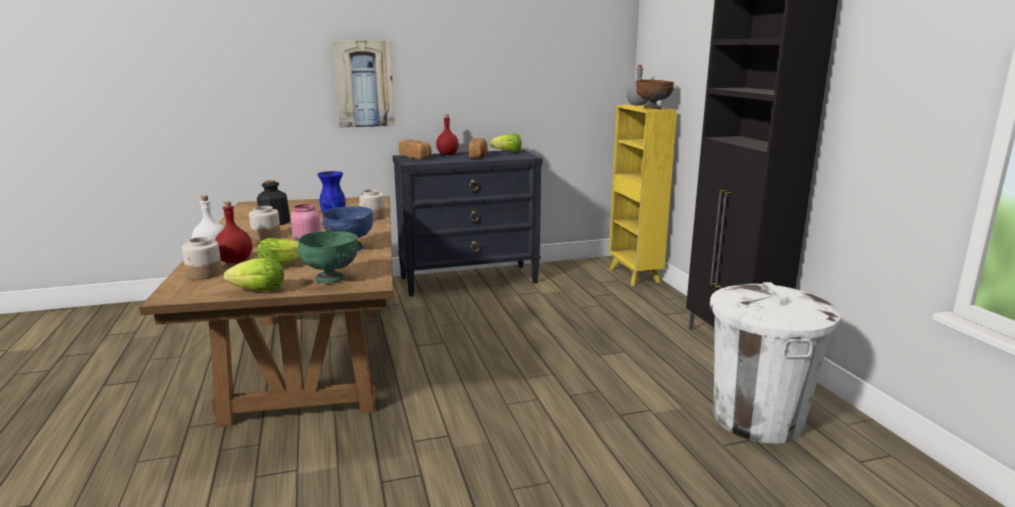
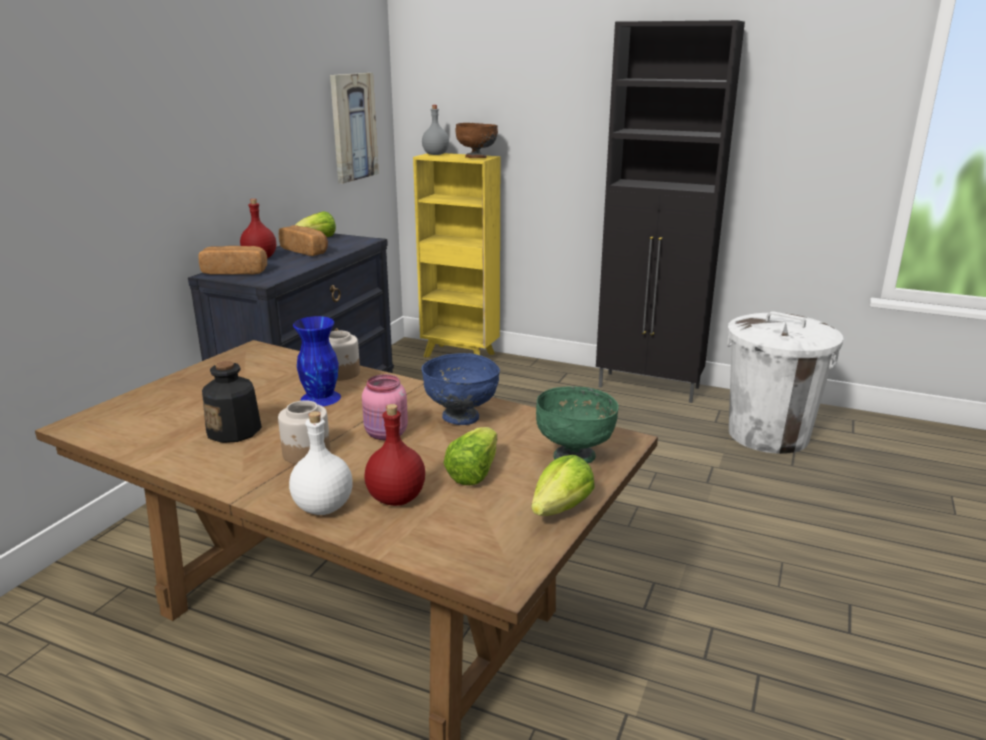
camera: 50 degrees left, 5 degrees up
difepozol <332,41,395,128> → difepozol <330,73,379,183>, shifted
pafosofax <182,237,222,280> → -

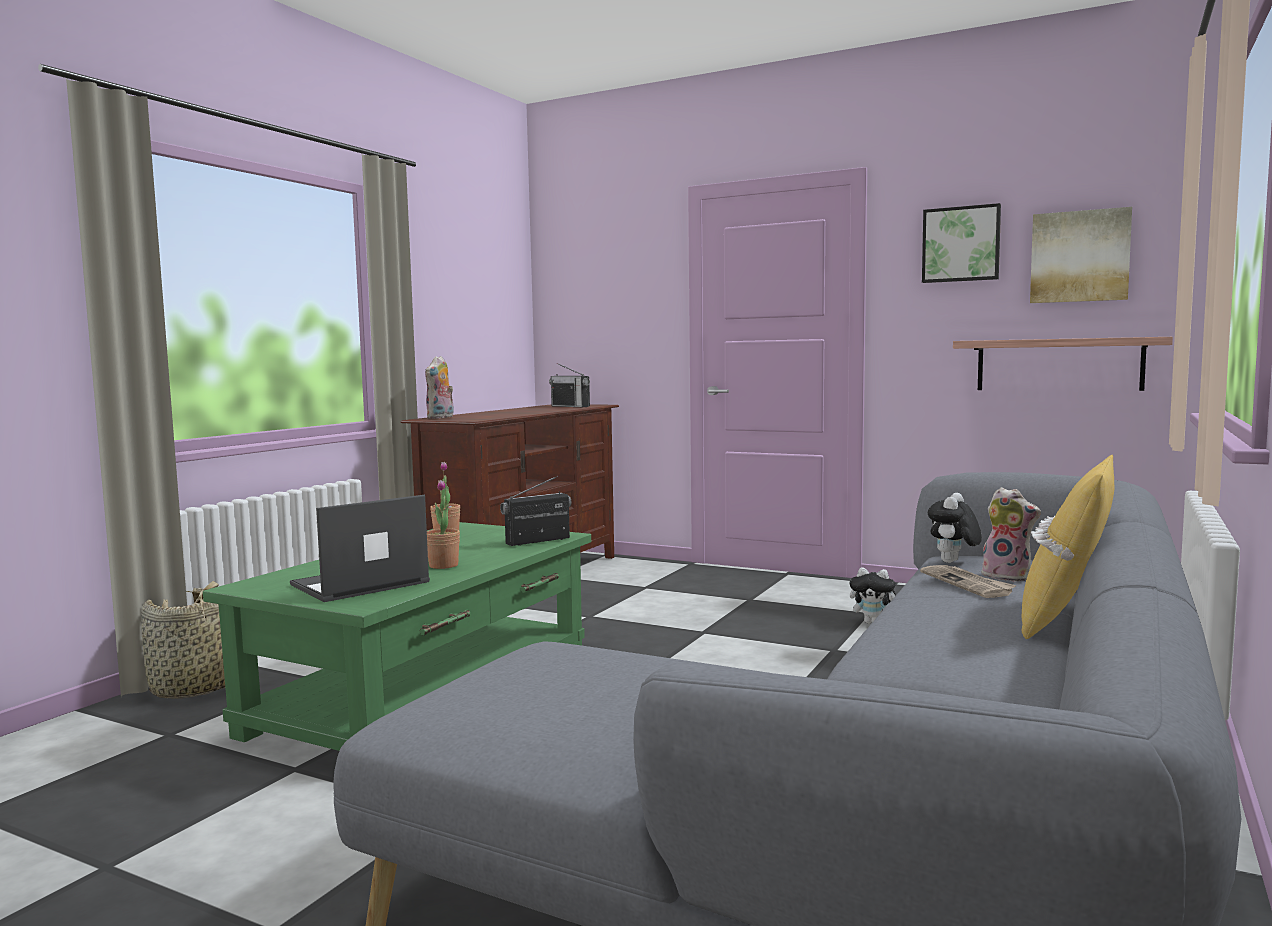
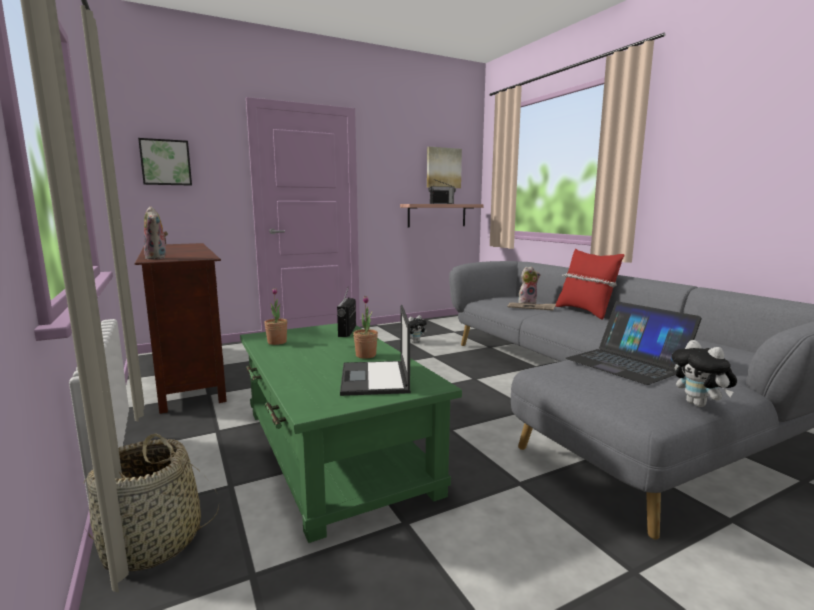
camera: 55 degrees left, 5 degrees up
difepozol <922,203,1001,283> → difepozol <138,138,192,186>, shifted
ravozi <549,363,590,407> → ravozi <428,179,456,204>, shifted
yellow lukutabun <1021,455,1114,639> → red lukutabun <555,249,625,320>
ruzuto <928,493,982,563> → ruzuto <672,340,737,407>, shifted
- → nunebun <565,301,702,385>

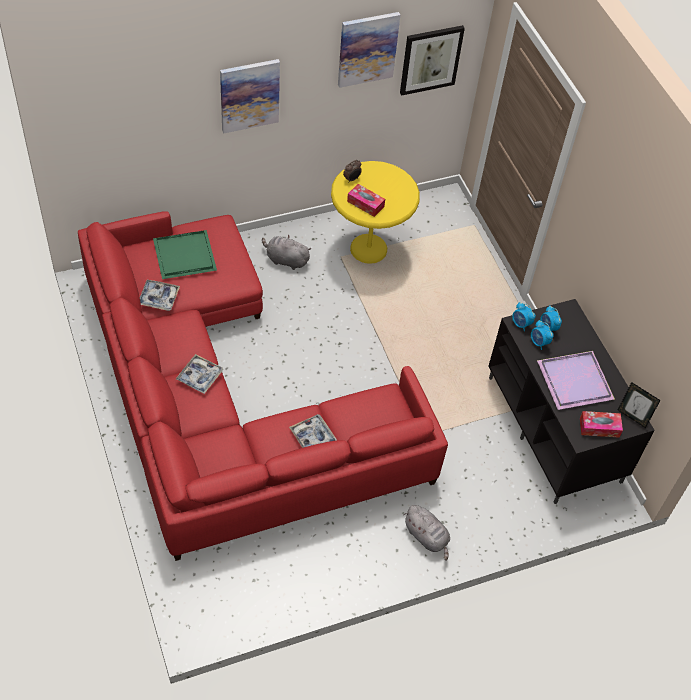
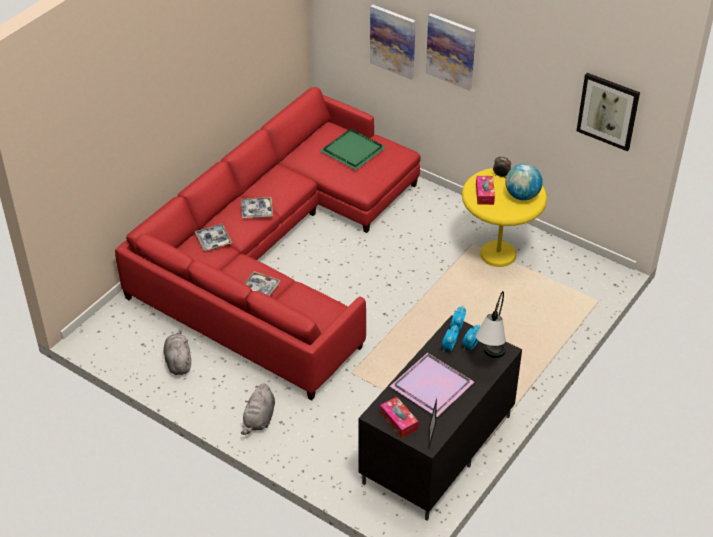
camera: 60 degrees right, 10 degrees down
difepozol <338,12,400,88> → difepozol <370,5,416,80>, shifted
grey ruzuto <262,235,311,270> → grey ruzuto <164,331,191,375>, shifted
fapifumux <140,280,180,311> → fapifumux <194,224,232,251>, shifted
- → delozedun <506,164,543,200>
- → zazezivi <475,291,506,358>

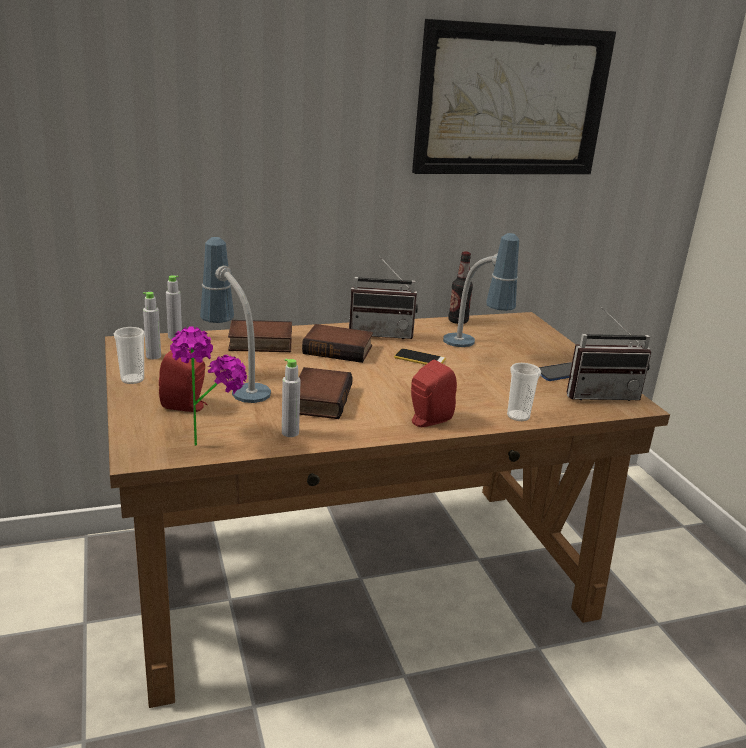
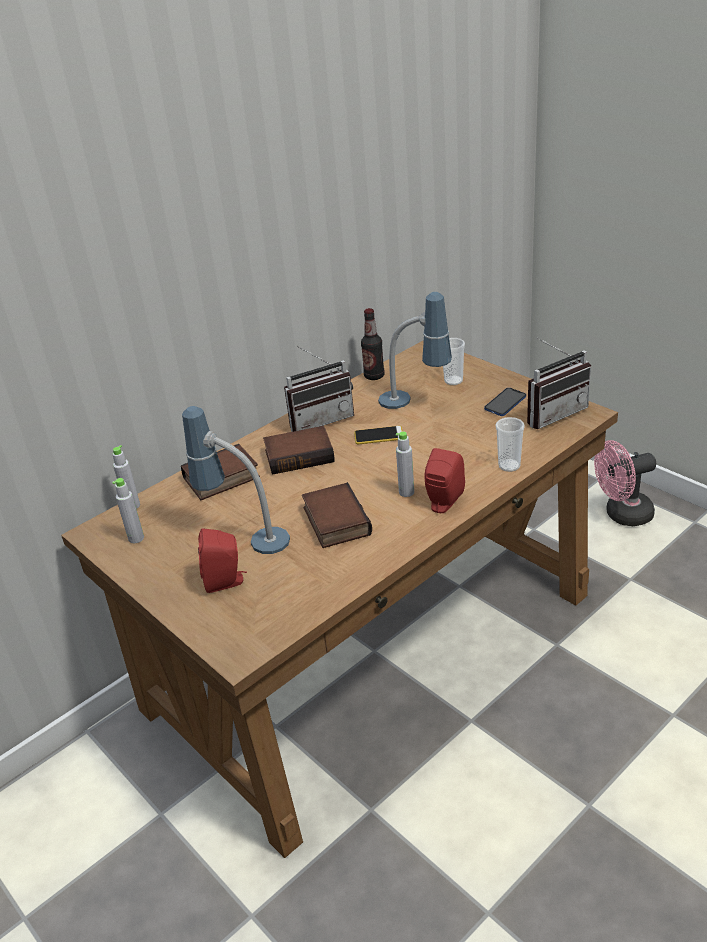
camera: 20 degrees left, 10 degrees up
difepozol <412,19,616,174> → -
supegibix <114,327,145,384> → supegibix <443,338,465,385>, shifted
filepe <170,327,247,446> → -
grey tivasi <282,359,301,437> → grey tivasi <396,432,414,497>, shifted
- → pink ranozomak <594,440,656,526>

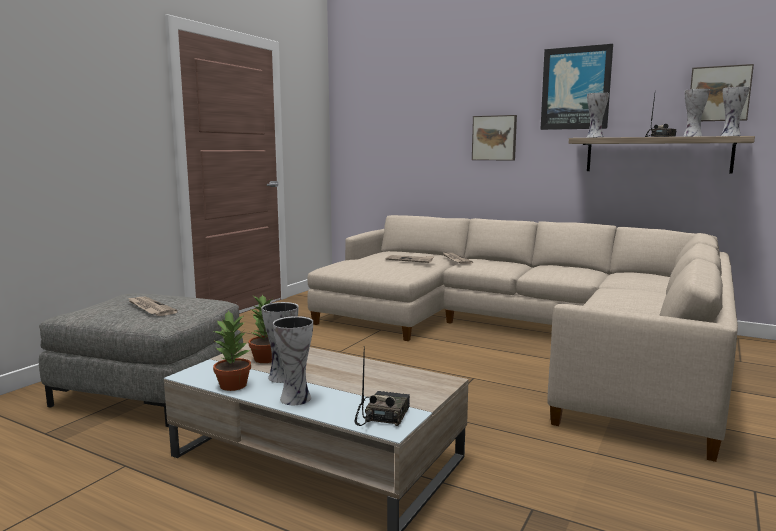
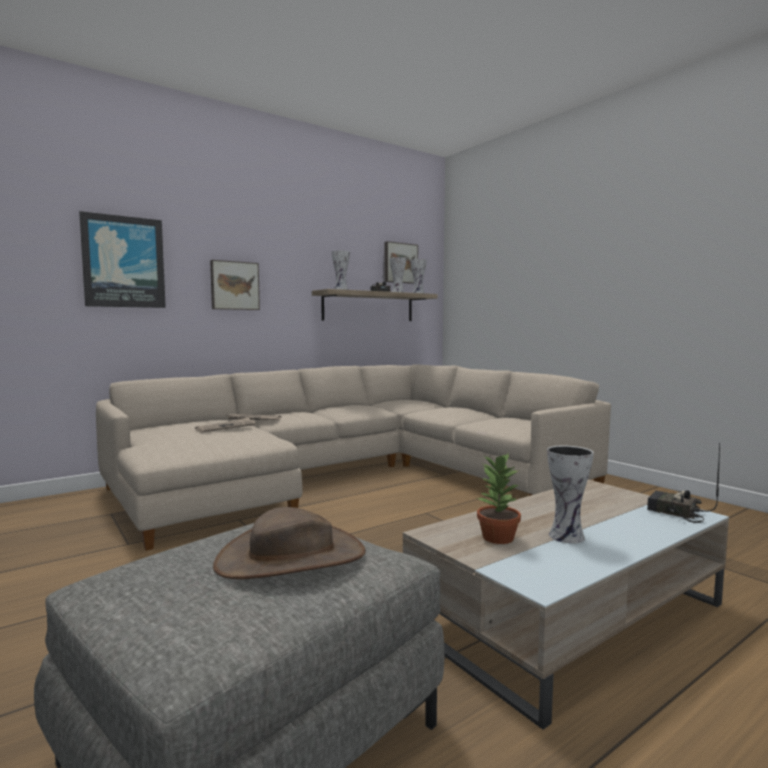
camera: 65 degrees left, 5 degrees down
difepozol <540,44,613,130> → difepozol <79,211,166,308>, shifted
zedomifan <128,297,177,316> → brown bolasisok <213,507,366,579>
filepe <213,310,251,391> → -
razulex <273,316,313,405> → -

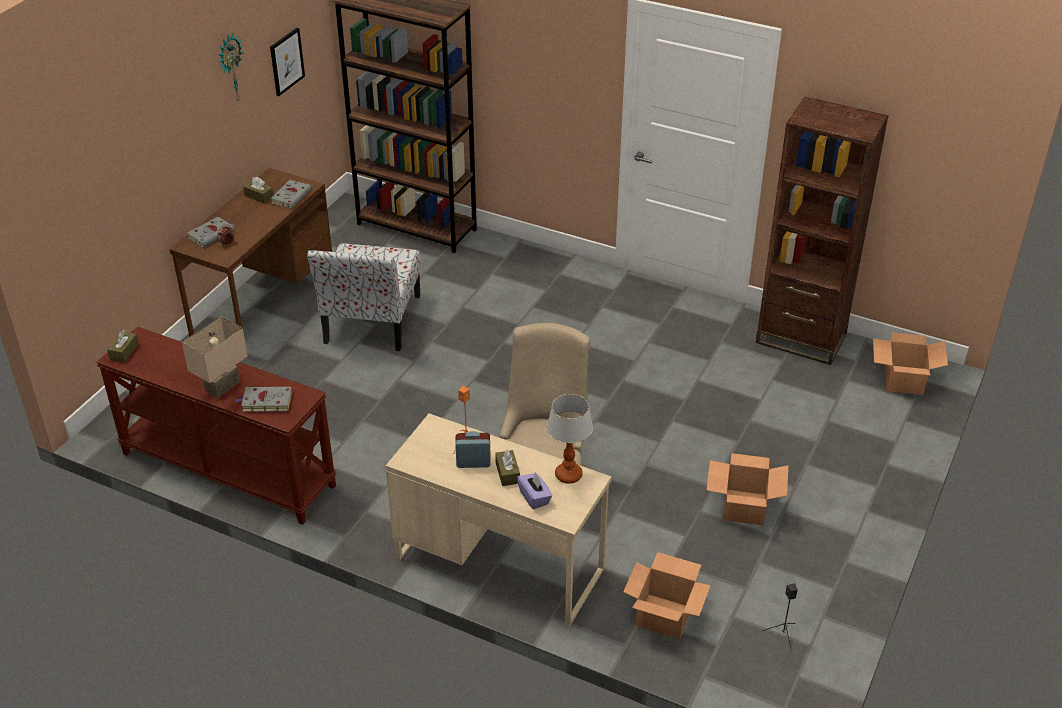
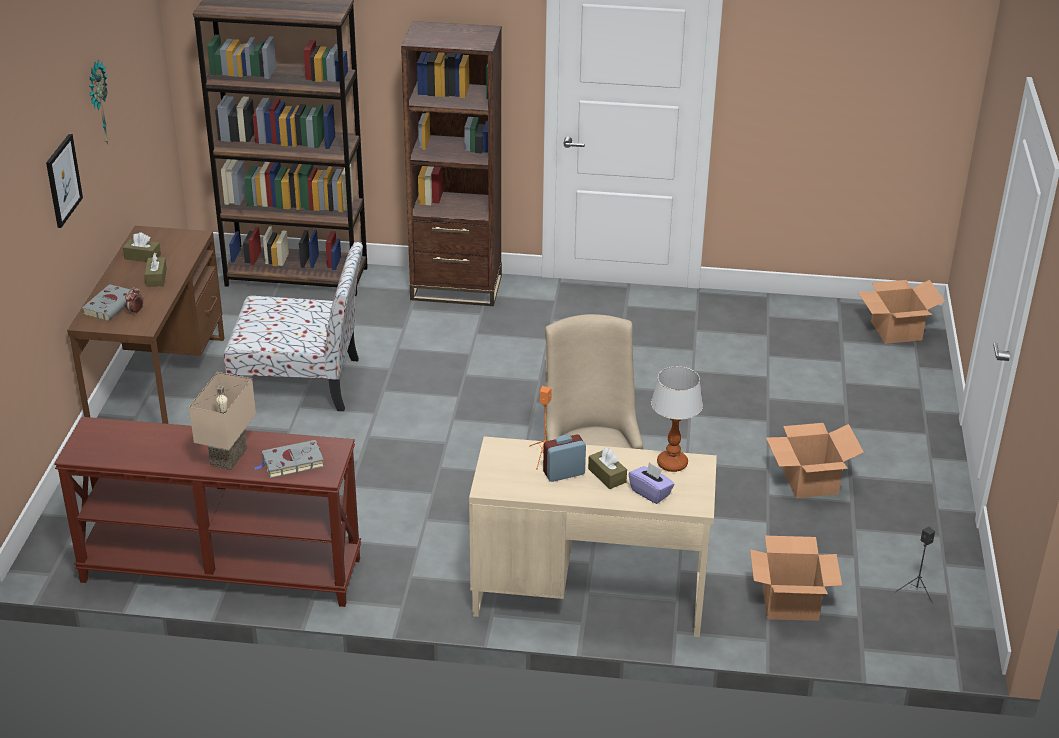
camera: 20 degrees left, 5 degrees down
difepozol <270,27,305,96> → difepozol <46,134,83,228>, shifted
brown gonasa <756,97,888,365> → brown gonasa <401,21,502,306>, shifted
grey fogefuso <271,180,312,209> → -
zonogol <307,243,421,351> → zonogol <224,242,363,411>, 75 degrees counterclockwise
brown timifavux <107,330,139,363> → brown timifavux <144,253,167,287>, shifted

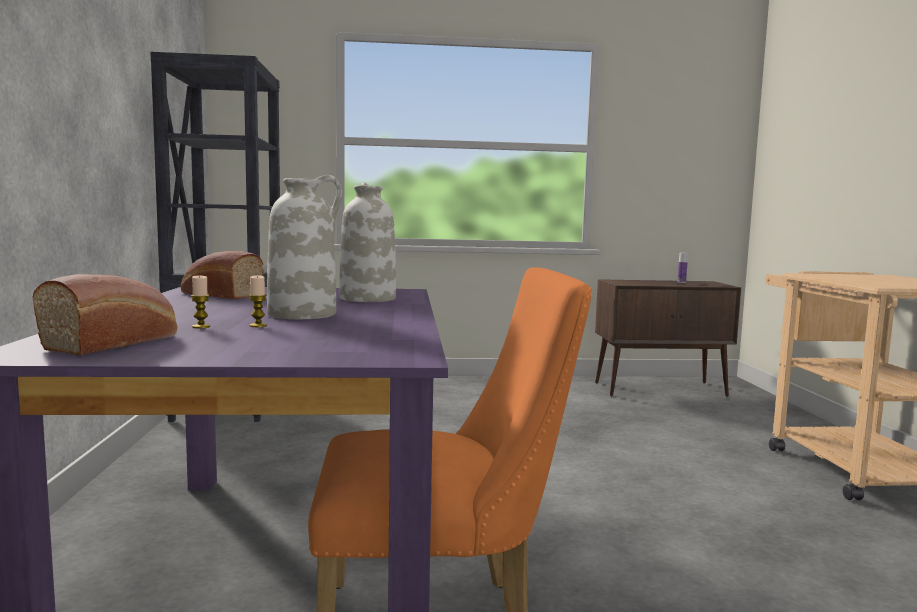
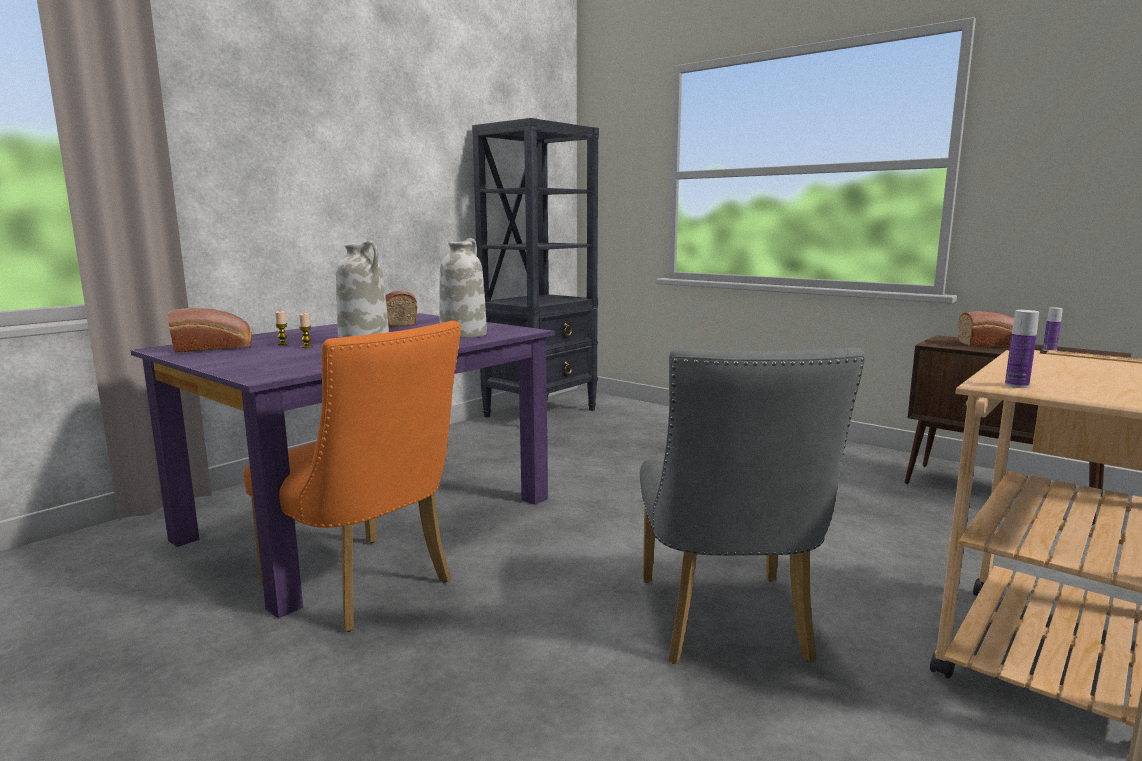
camera: 45 degrees right, 5 degrees up
- → tivasi <1005,310,1039,388>
- → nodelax <958,311,1014,347>
- → grey zonogol <640,348,865,664>

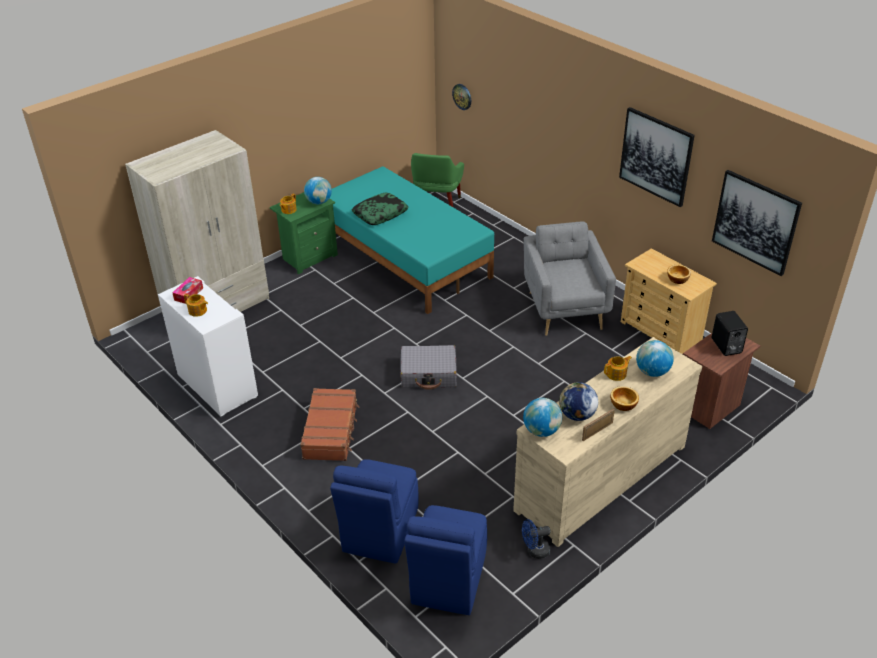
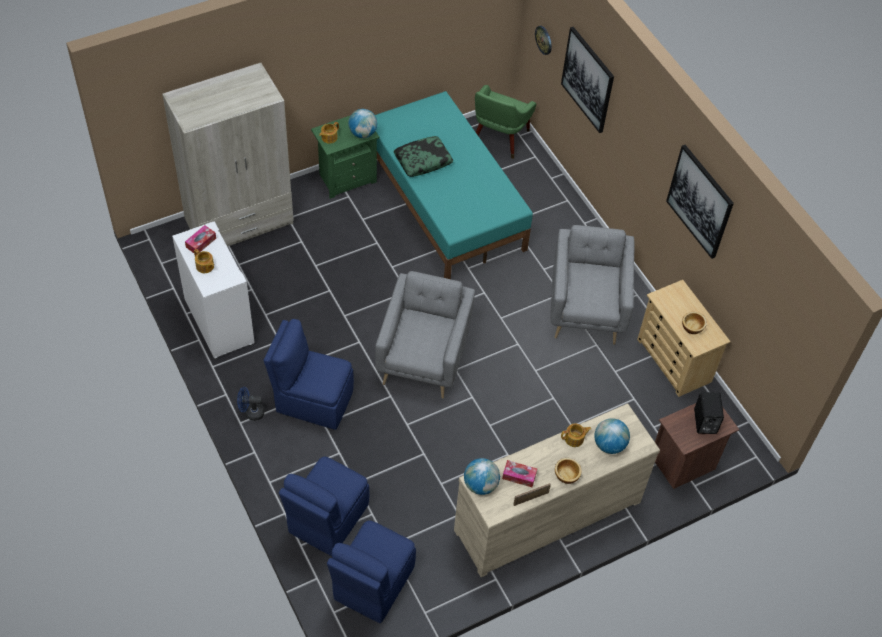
camera: 10 degrees right, 15 degrees up
difepozol <712,170,802,276> → difepozol <561,27,614,133>, shifted
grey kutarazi <400,345,456,390> → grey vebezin <375,271,475,399>
delozedun <559,382,598,421> → timifavux <502,460,537,487>
brown kutarazi <300,388,359,461> → blue zonogol <263,319,354,430>
blue ranozomak <522,519,551,559> → blue ranozomak <237,387,264,421>, shifted

